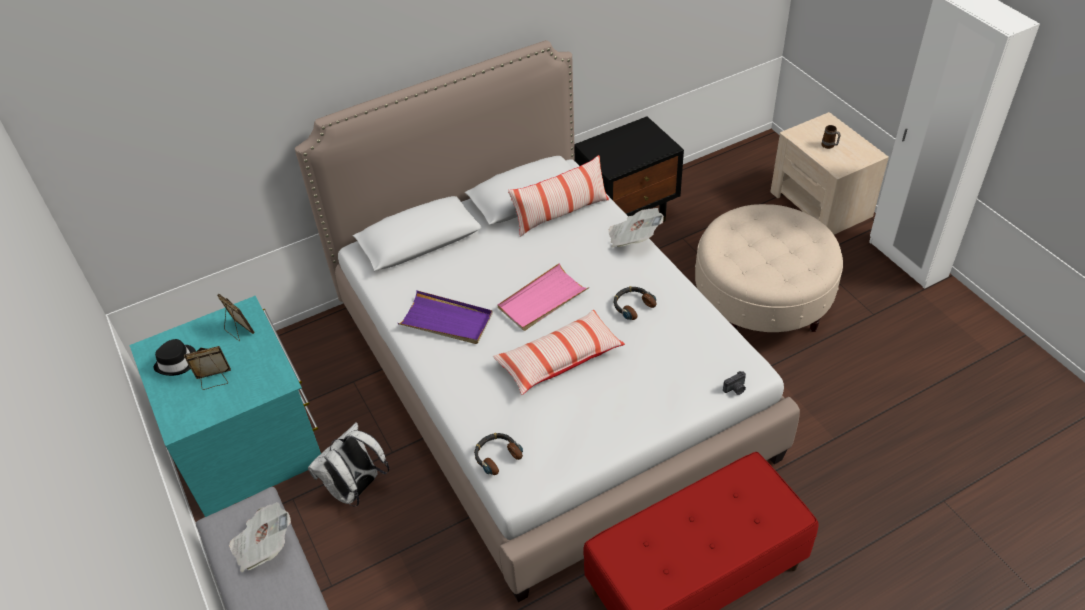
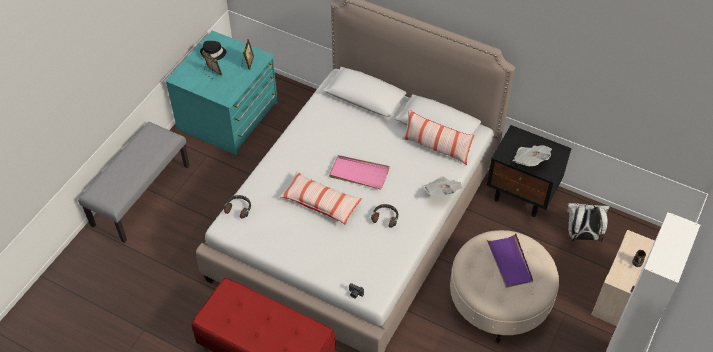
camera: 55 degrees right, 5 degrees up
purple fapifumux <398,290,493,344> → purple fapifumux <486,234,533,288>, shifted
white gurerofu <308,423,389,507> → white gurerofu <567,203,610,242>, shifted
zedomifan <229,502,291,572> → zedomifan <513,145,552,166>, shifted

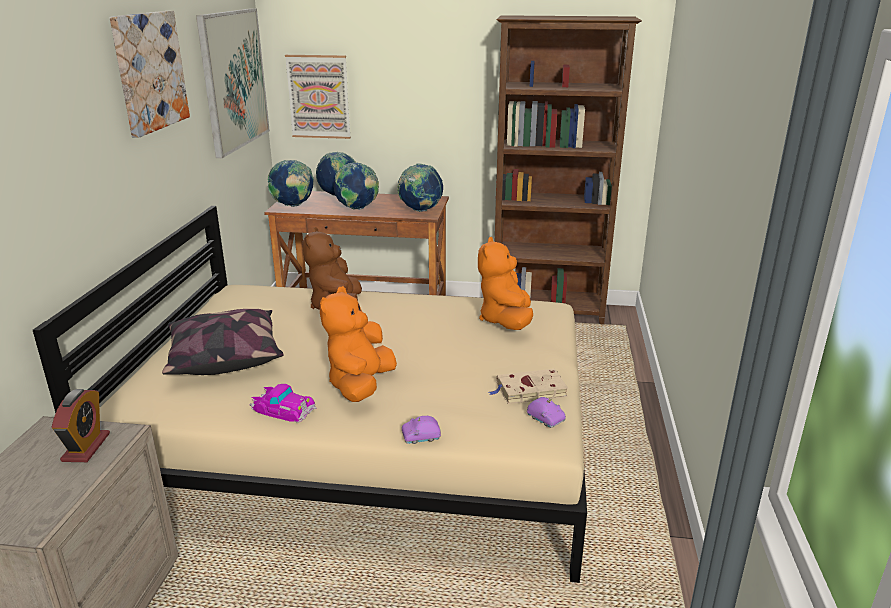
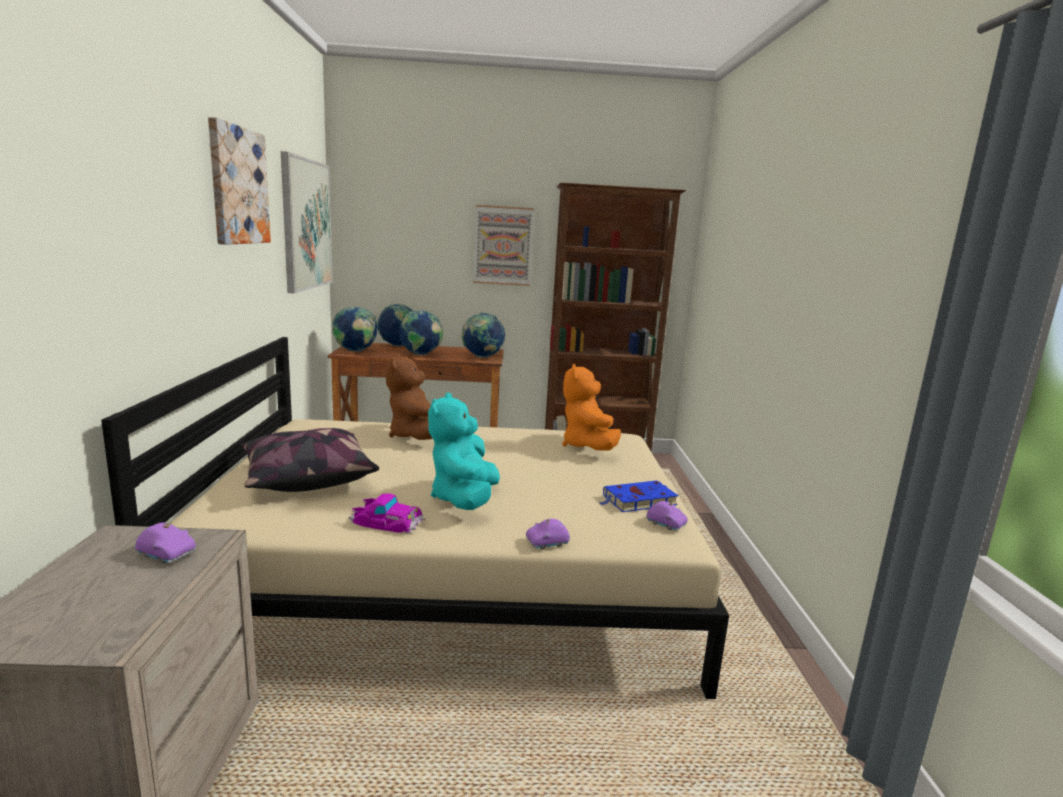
camera: 10 degrees left, 10 degrees down
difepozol <285,55,351,139> → difepozol <473,205,534,286>, shifted
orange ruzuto <320,286,397,402> → turquoise ruzuto <428,393,500,510>
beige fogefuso <489,369,568,404> → blue fogefuso <600,480,678,512>
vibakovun <52,389,110,462> → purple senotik <134,521,196,563>

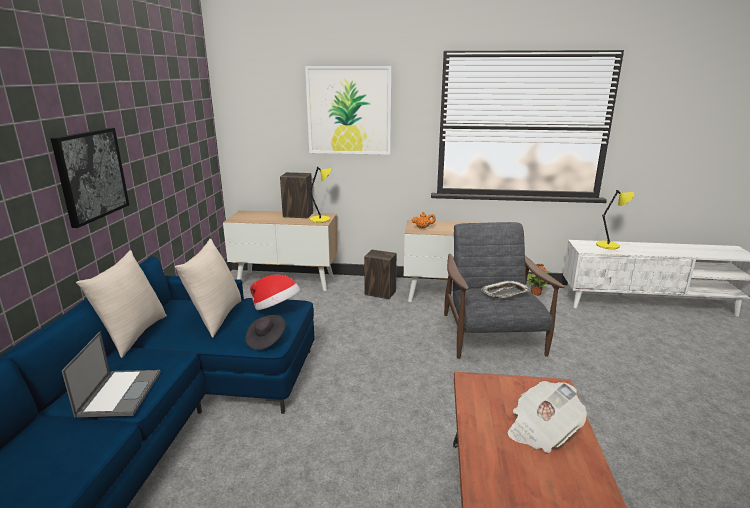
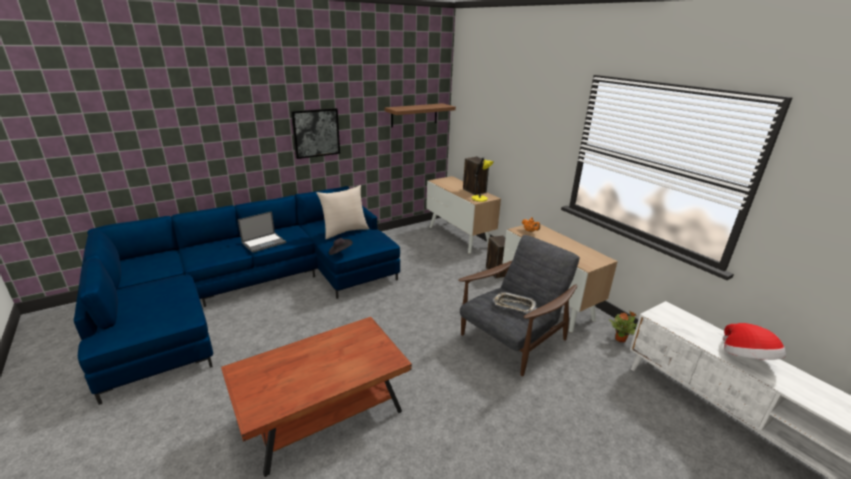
camera: 50 degrees right, 5 degrees up
difepozol <305,66,392,155> → -
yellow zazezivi <596,190,634,249> → -
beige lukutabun <76,250,167,358> → -
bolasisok <250,275,300,310> → bolasisok <723,323,786,360>, shifted
zedomifan <508,381,587,453> → -
- → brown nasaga <385,103,456,127>

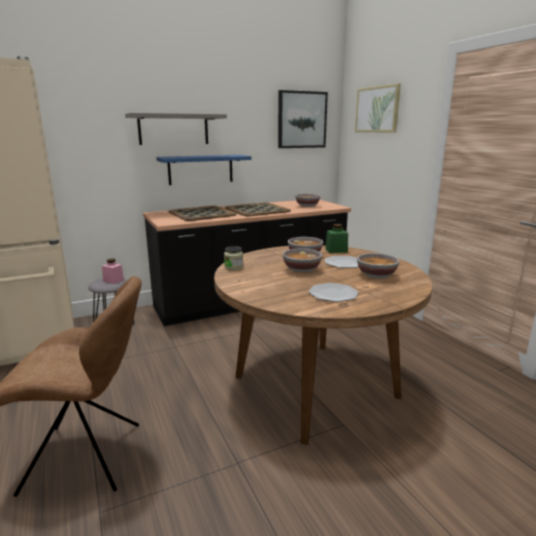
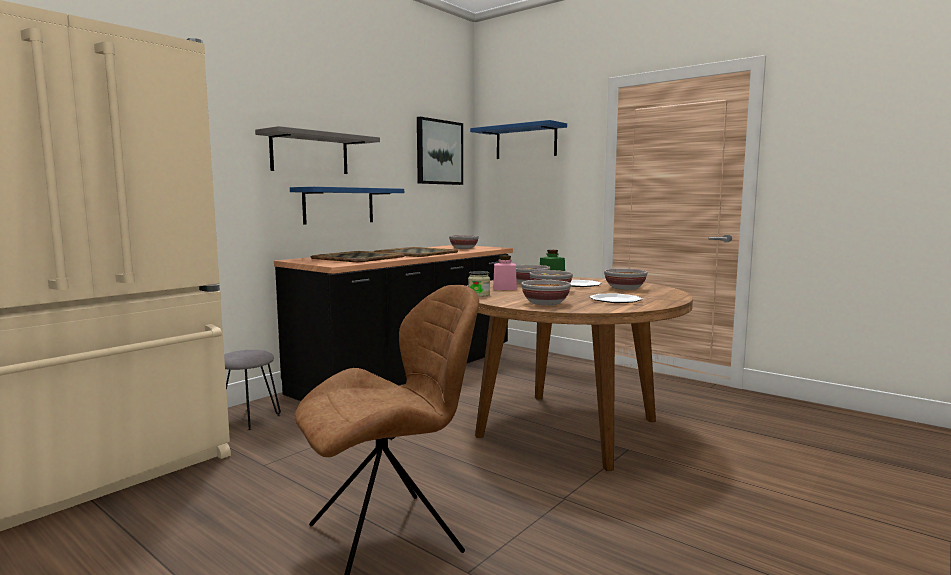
camera: 25 degrees left, 10 degrees down
difepozol <355,83,401,133> → blue nasaga <470,120,567,159>
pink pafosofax <102,258,124,284> → pink pafosofax <493,255,517,290>, shifted
- → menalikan <521,280,571,305>

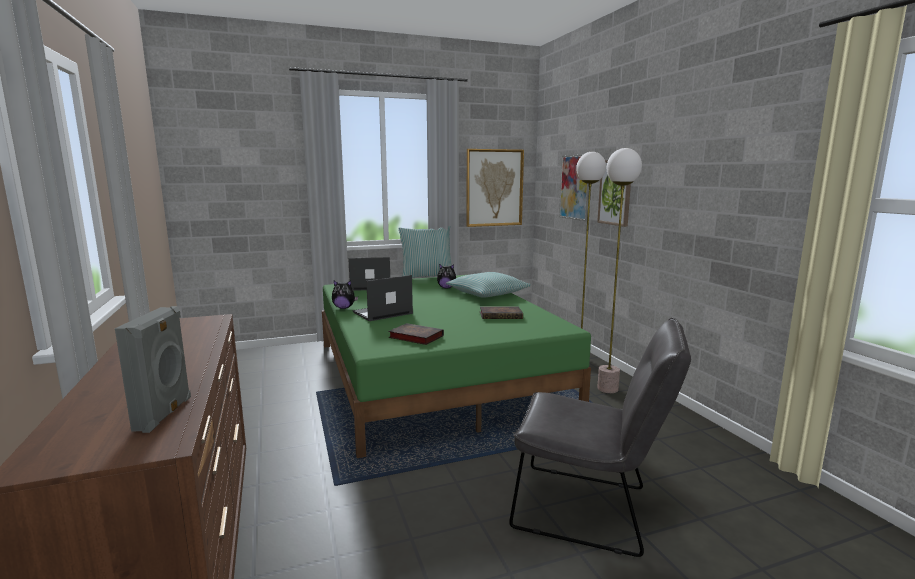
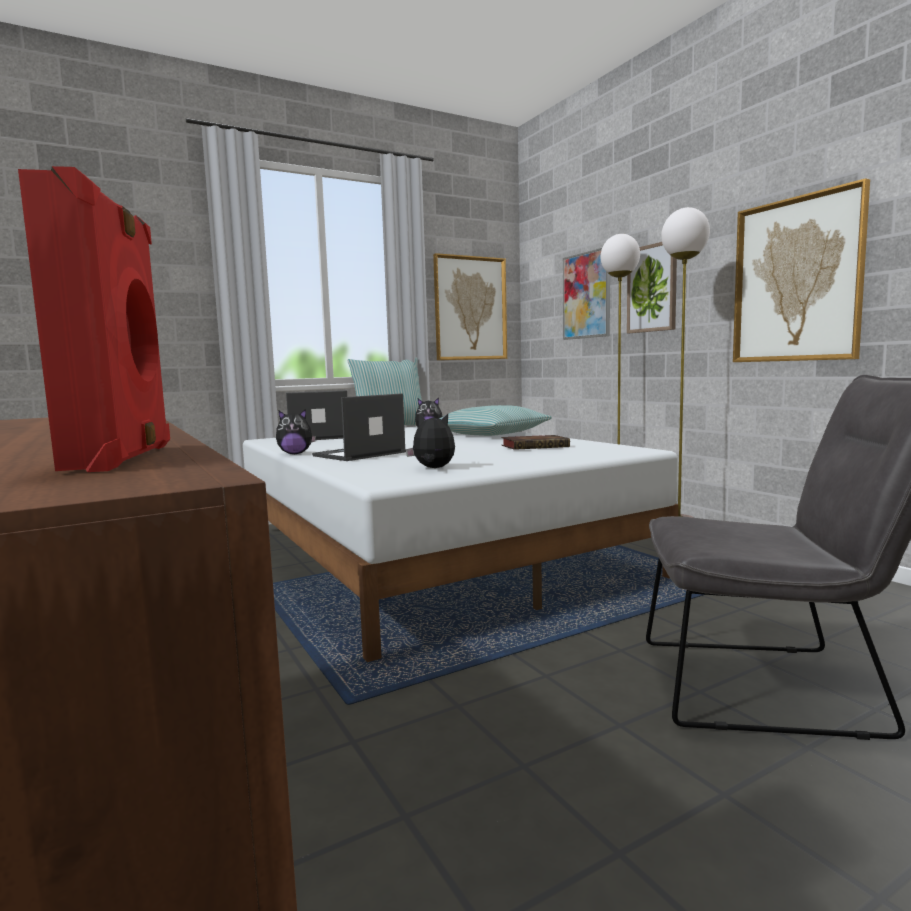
camera: 10 degrees left, 5 degrees down
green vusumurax <322,274,591,458> → white vusumurax <243,426,679,662>
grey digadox <115,306,191,433> → red digadox <18,166,170,472>
fogefuso <388,323,444,345> → ruzuto <406,414,455,468>
- → difepozol <733,178,870,362>

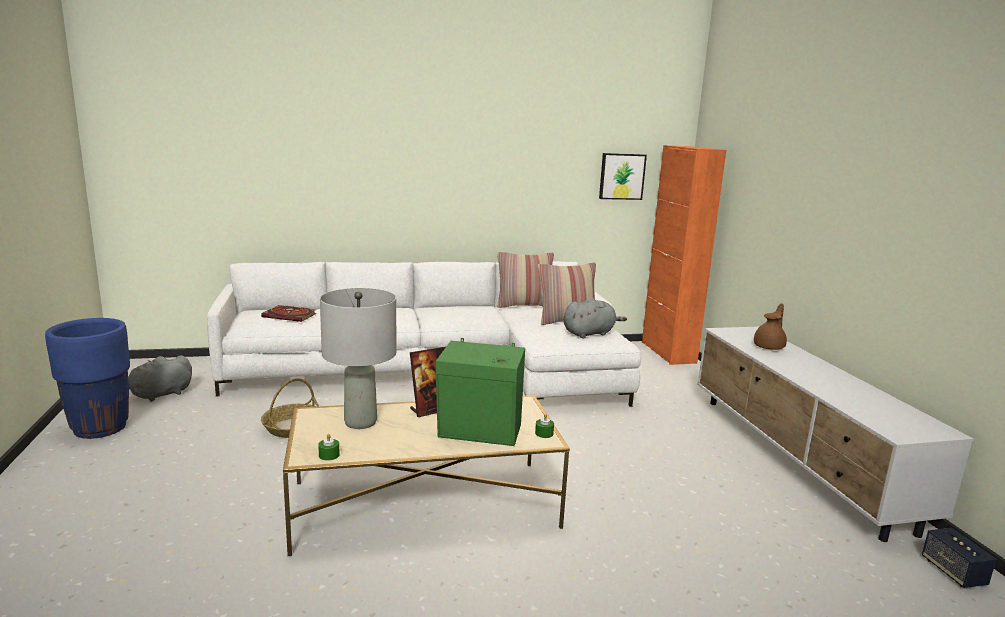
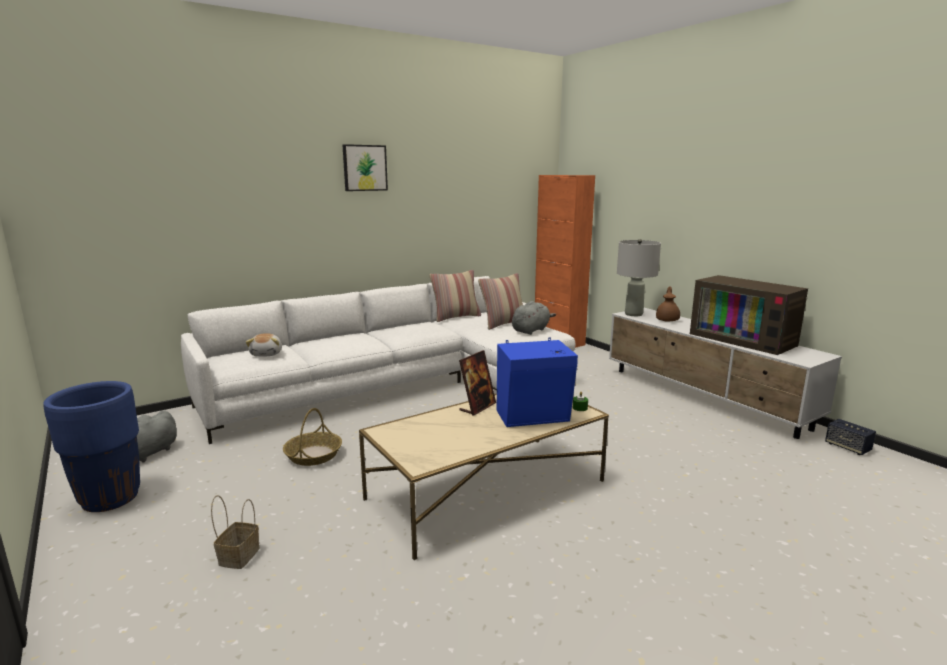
camera: 20 degrees left, 0 degrees up
difepozol <599,153,647,200> → difepozol <343,144,388,191>, shifted
grey zazezivi <320,288,396,429> → grey zazezivi <617,239,661,316>, shifted
fogefuso <261,305,316,322> → ruzuto <246,333,282,357>
green digadox <436,338,525,446> → blue digadox <497,337,578,427>
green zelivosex <318,434,340,461> → -
- → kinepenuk <690,275,808,355>
- → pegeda <211,495,259,569>

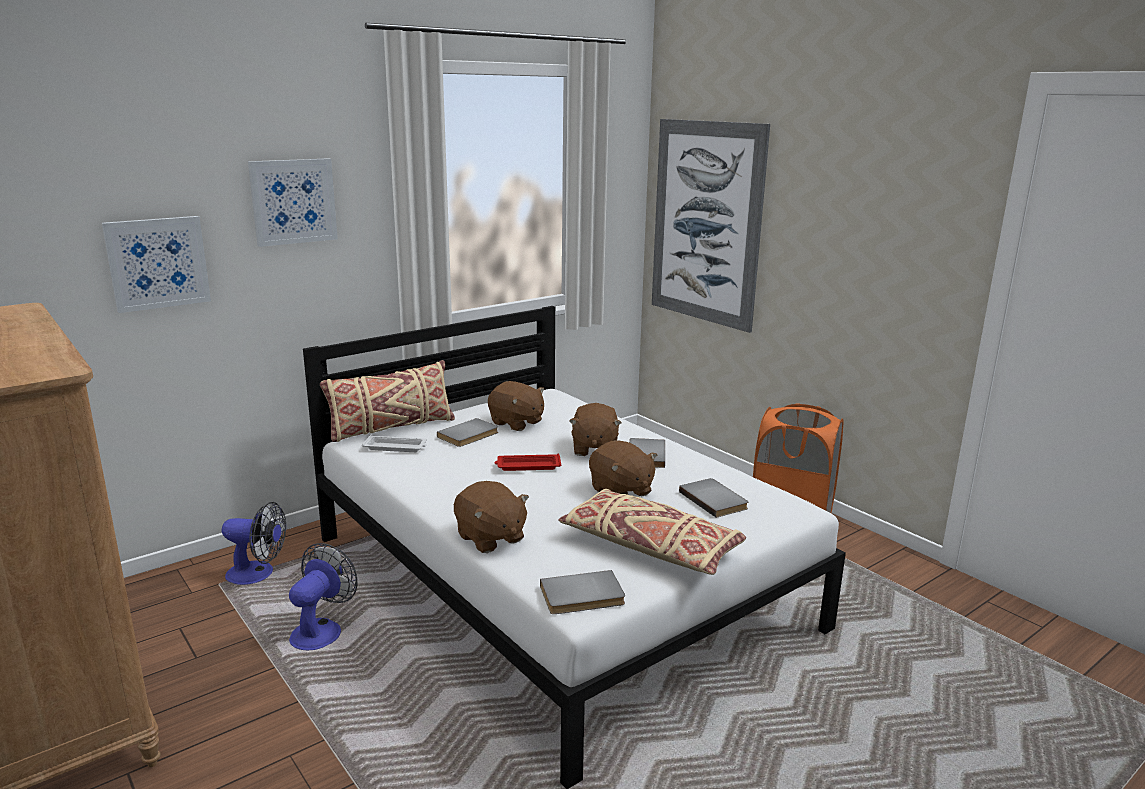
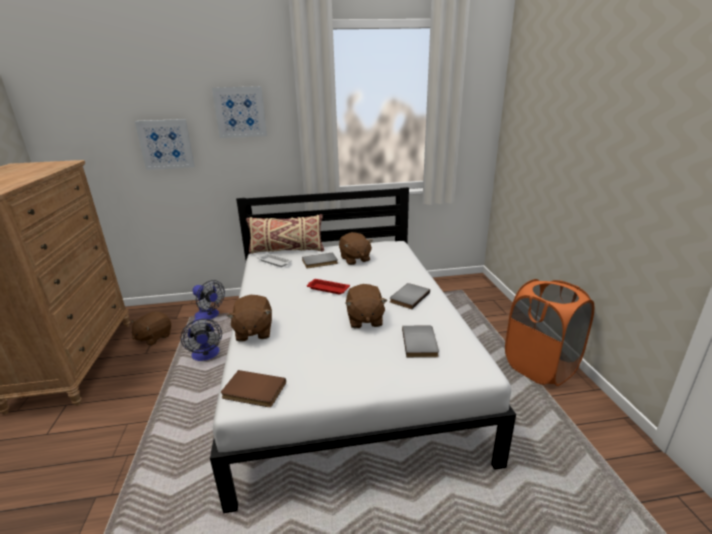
camera: 30 degrees right, 5 degrees up
difepozol <652,119,770,333> → -
brown ruzuto <569,403,621,456> → brown ruzuto <131,311,171,346>, shifted
beige lukutabun <558,489,746,575> → -
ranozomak <289,543,358,650> → ranozomak <180,317,222,361>, 105 degrees clockwise
grey fogefuso <540,570,625,614> → brown fogefuso <221,370,286,407>

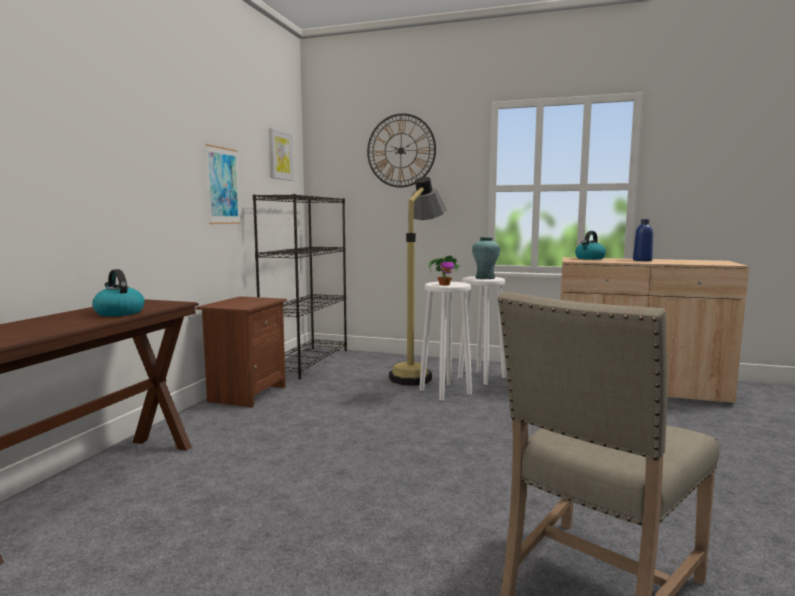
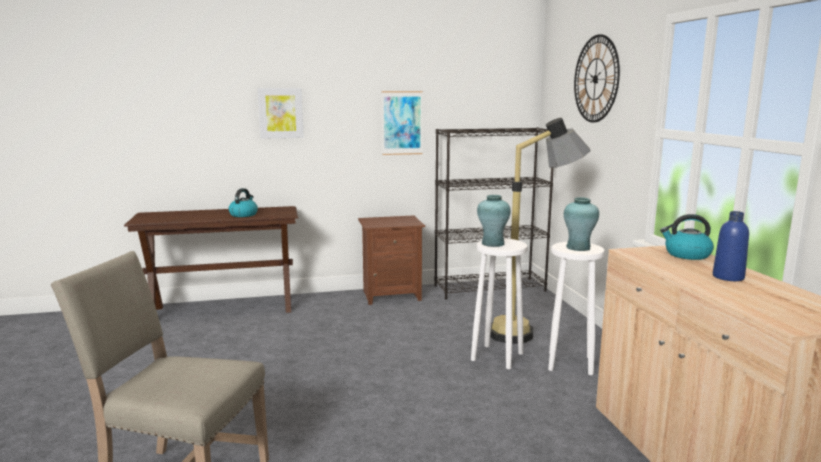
camera: 60 degrees right, 5 degrees up
difepozol <269,128,294,181> → difepozol <258,88,304,139>, shifted
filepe <428,256,460,285> → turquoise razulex <477,195,511,247>

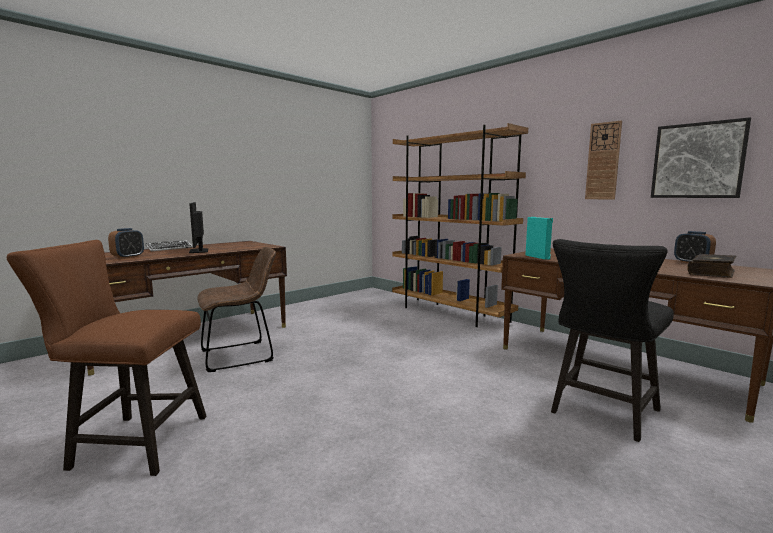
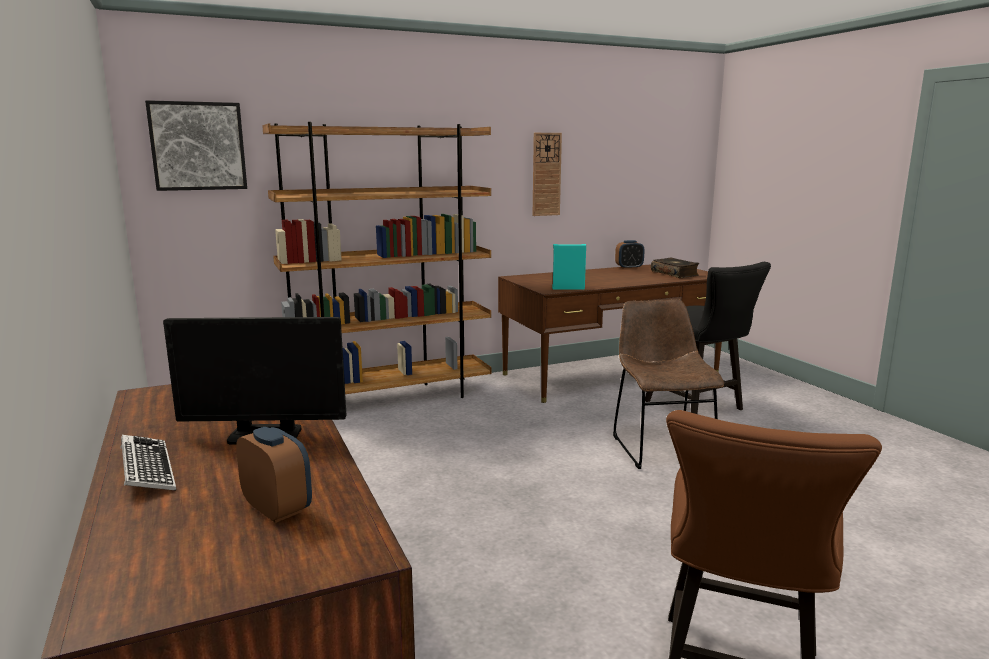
camera: 70 degrees left, 5 degrees up
difepozol <651,117,751,198> → difepozol <145,100,247,191>, shifted
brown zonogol <197,247,276,372> → brown zonogol <613,299,724,469>, shifted

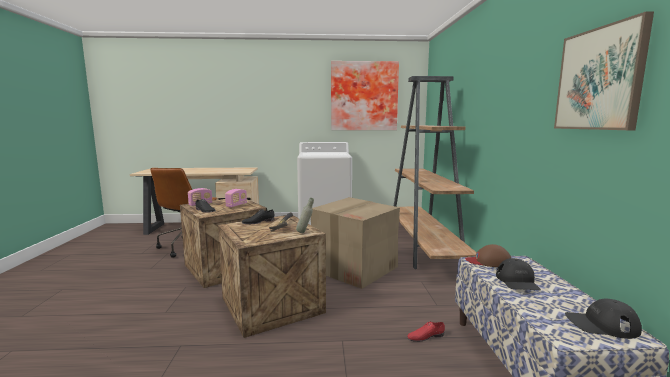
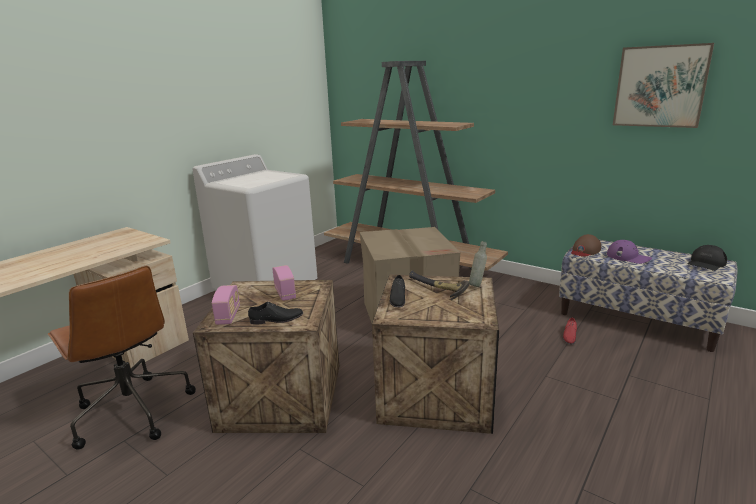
camera: 50 degrees left, 10 degrees up
difepozol <331,61,399,130> → -
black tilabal <496,258,541,290> → purple tilabal <607,240,652,264>

